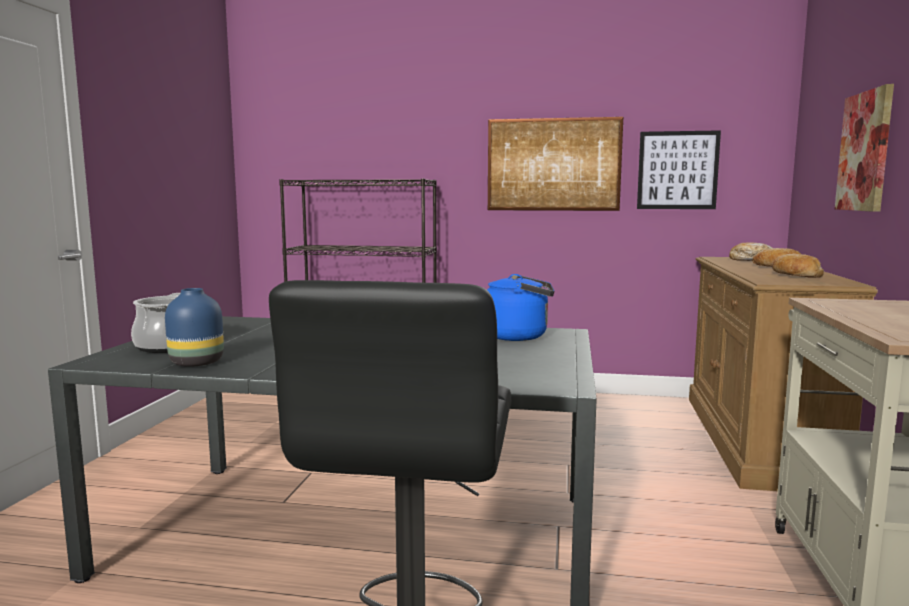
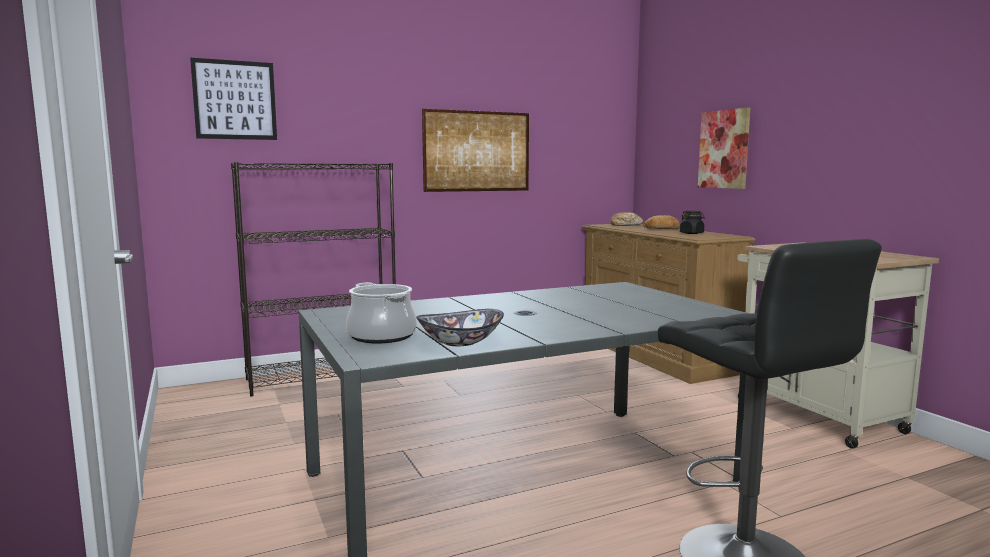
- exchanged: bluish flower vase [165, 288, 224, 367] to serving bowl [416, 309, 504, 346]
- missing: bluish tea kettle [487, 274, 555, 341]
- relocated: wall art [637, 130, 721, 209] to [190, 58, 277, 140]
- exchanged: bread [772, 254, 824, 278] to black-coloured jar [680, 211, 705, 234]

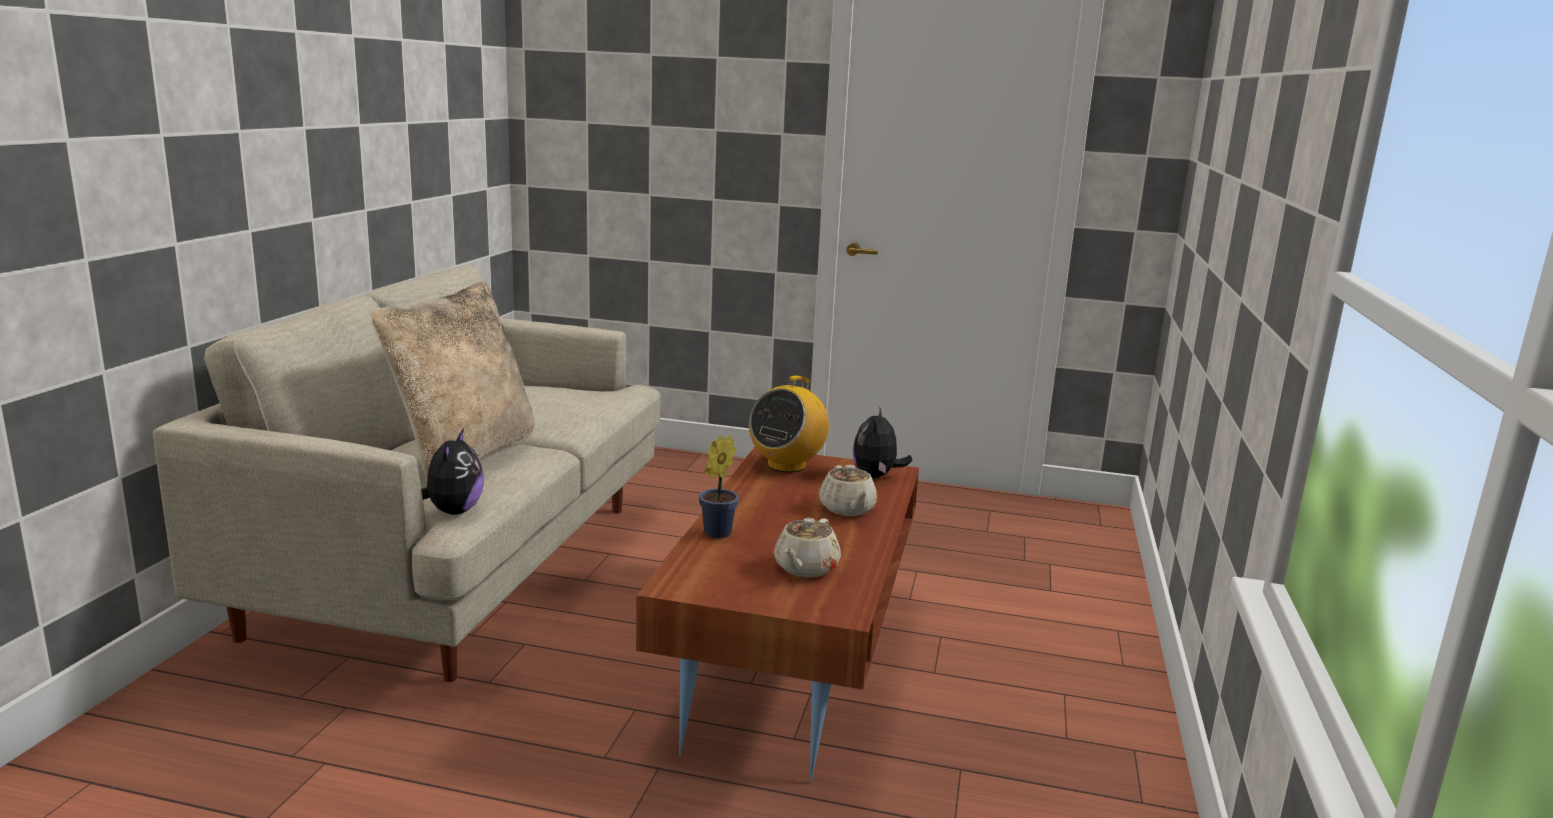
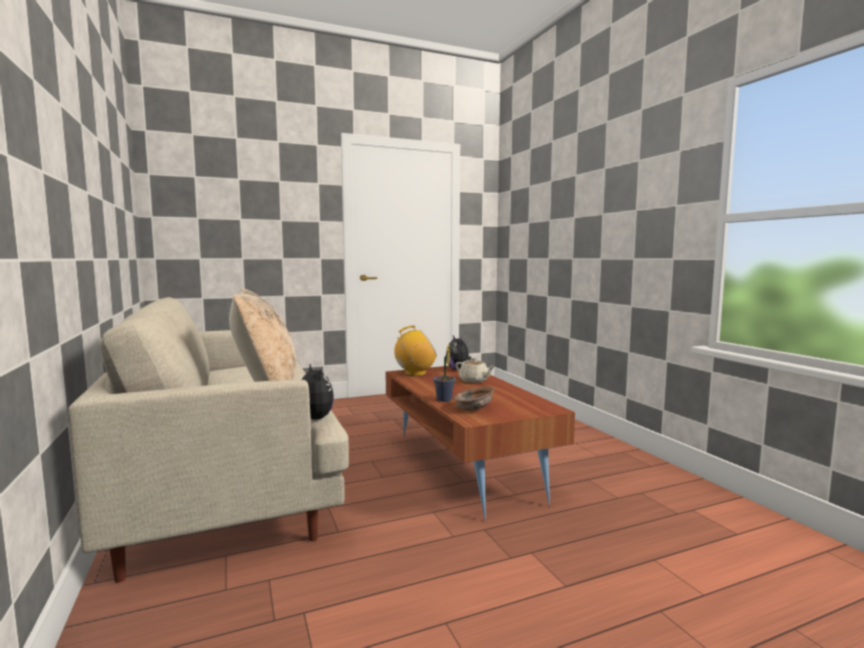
- spun: radio set [749, 375, 829, 473] = [394, 326, 437, 376] 105 degrees counterclockwise
- missing: beige-coloured pot for tea [774, 518, 841, 577]
- appeared: brown-coloured serving bowl [454, 386, 494, 411]

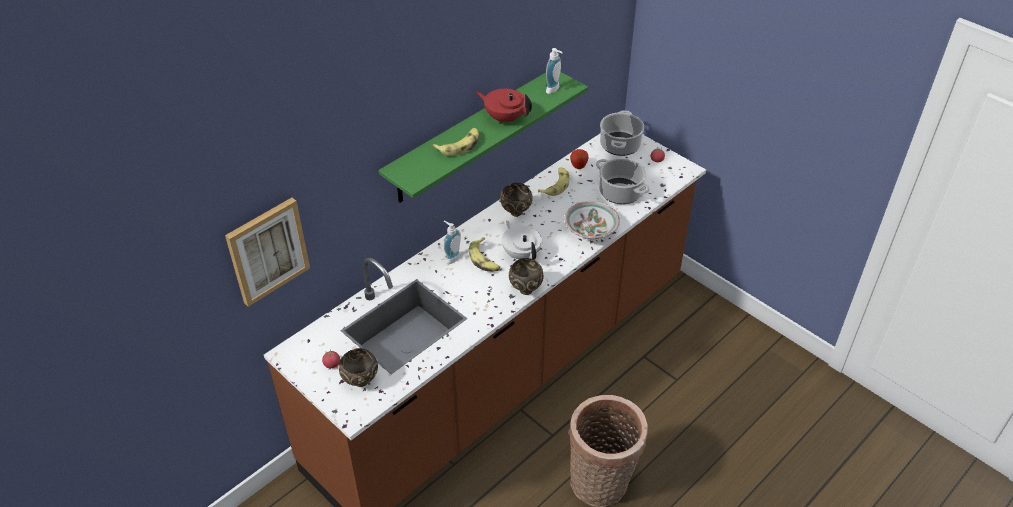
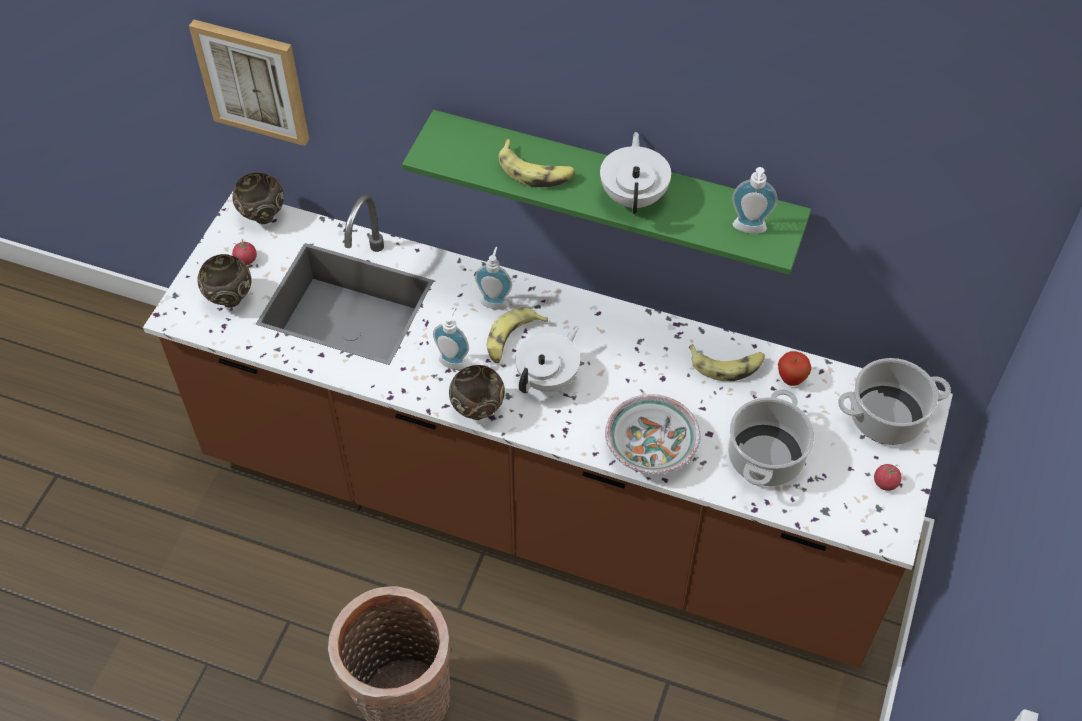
- colour: red pot for tea [476, 89, 532, 124] to white pot for tea [600, 132, 671, 214]
- relocated: brown-coloured serving bowl [500, 183, 533, 217] to [232, 173, 284, 224]
- appeared: liquid soap bottle [433, 307, 469, 370]

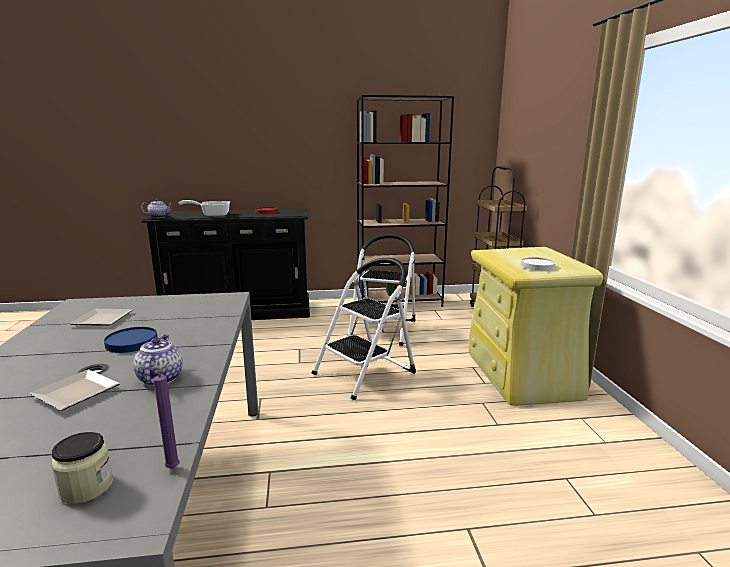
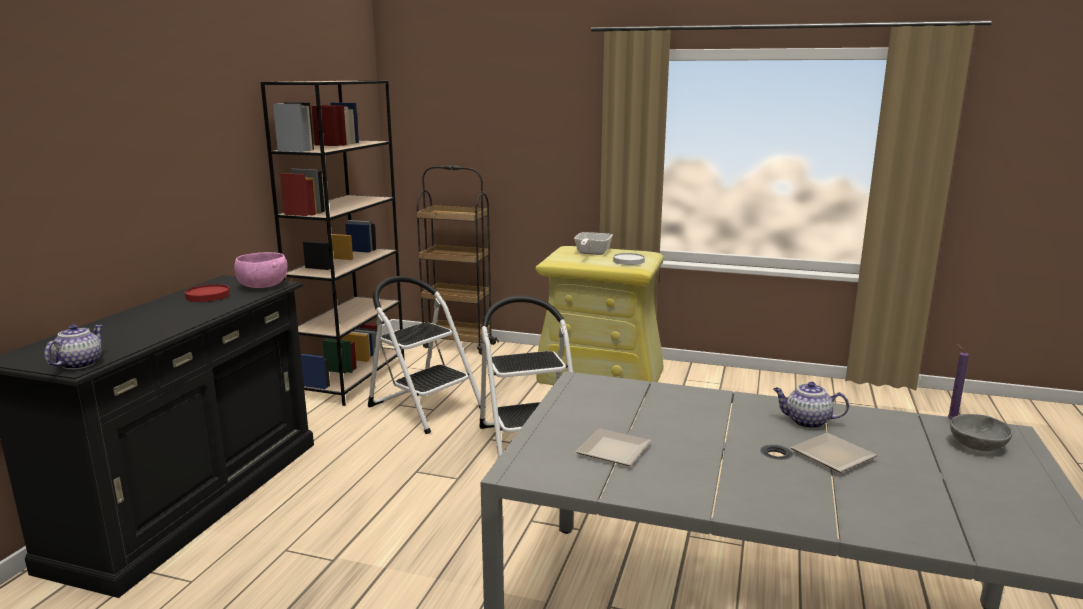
- exchanged: jar [51, 432, 113, 504] to grey serving bowl [950, 414, 1013, 451]
- missing: bluish plate [104, 327, 158, 353]
- relocated: frying pan [179, 200, 230, 217] to [574, 232, 613, 255]
- appeared: pink serving bowl [234, 252, 287, 288]

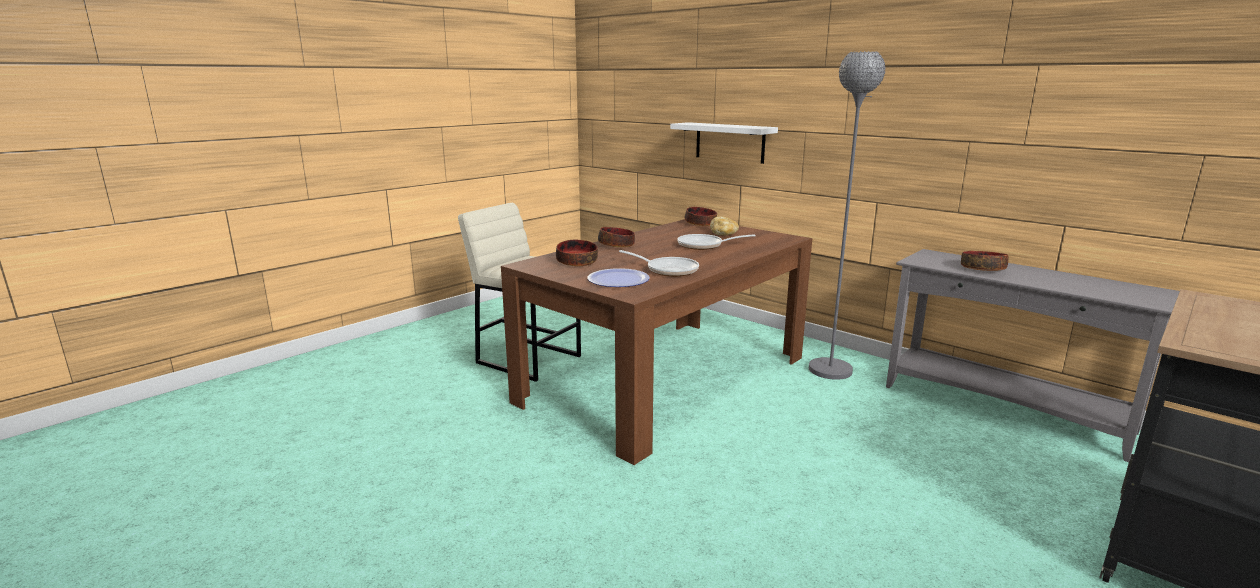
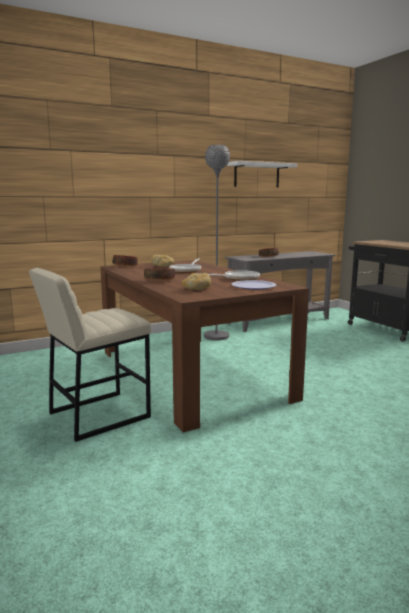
- exchanged: serving bowl [556, 239, 598, 266] to bread [182, 273, 211, 290]
- relocated: white shelf [670, 122, 778, 164] to [227, 161, 297, 187]

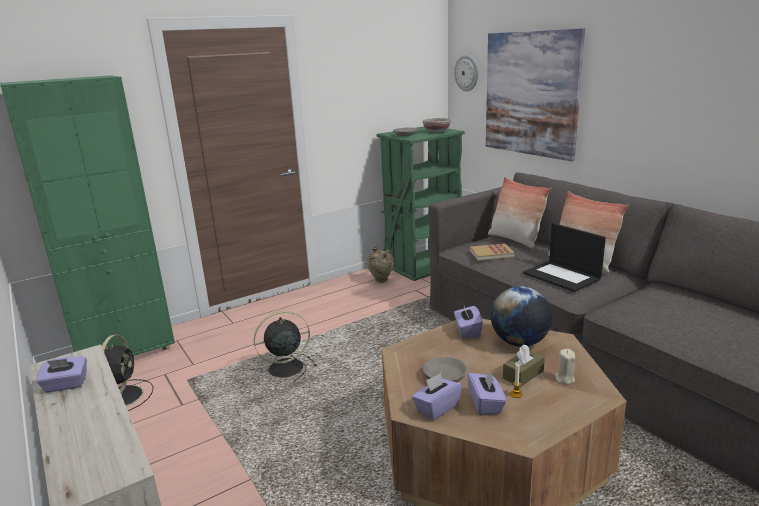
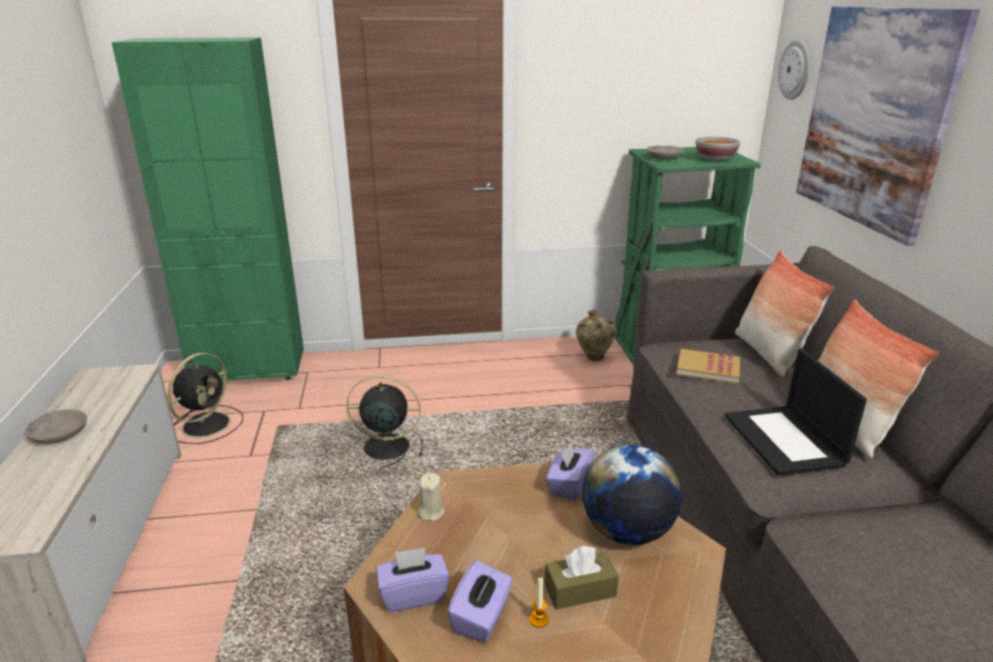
- missing: purple tissue holder [36, 356, 87, 393]
- relocated: grey serving bowl [423, 357, 467, 382] to [25, 409, 87, 444]
- relocated: beige-coloured wax candle [555, 349, 575, 384] to [418, 473, 444, 521]

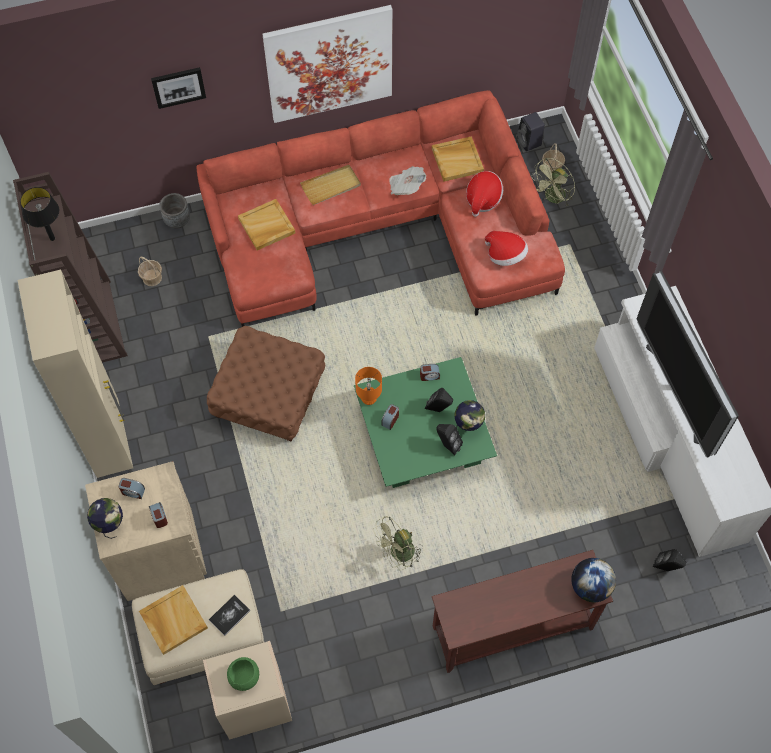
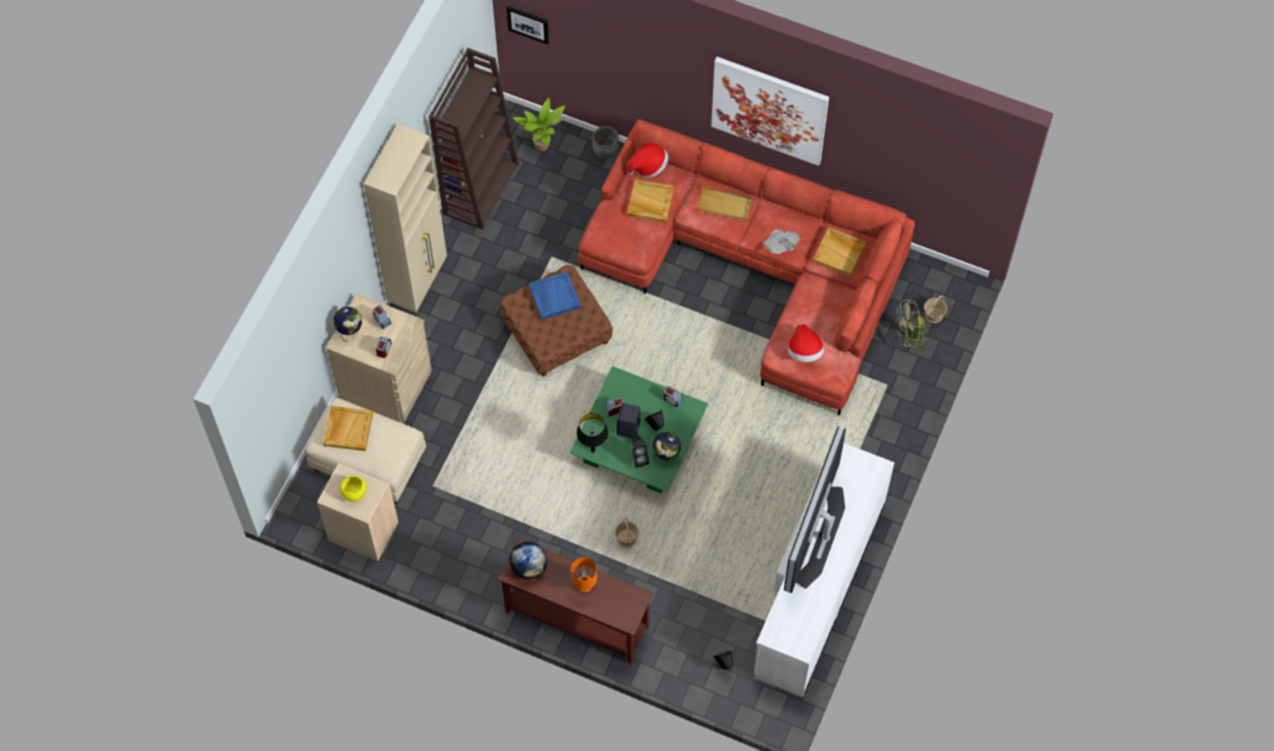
- relocated: black-coloured table lamp [20, 187, 59, 241] to [576, 413, 608, 453]
- relocated: basket [138, 256, 162, 286] to [615, 517, 639, 547]
- relocated: wall art [151, 67, 206, 109] to [506, 6, 549, 45]
- missing: volume [209, 595, 250, 636]
- colour: green serving bowl [227, 657, 259, 691] to yellow-coloured serving bowl [340, 475, 367, 502]
- relocated: orange table lamp [355, 367, 382, 405] to [571, 557, 597, 592]
- missing: green fan [373, 516, 423, 571]
- relocated: wearable hat [466, 171, 503, 217] to [627, 143, 668, 178]
- relocated: black-coloured speaker [517, 112, 545, 151] to [616, 403, 640, 438]
- relocated: globe [571, 558, 616, 602] to [509, 542, 547, 580]
- appeared: houseplant [513, 98, 565, 151]
- appeared: bluish serving tray [529, 272, 581, 320]

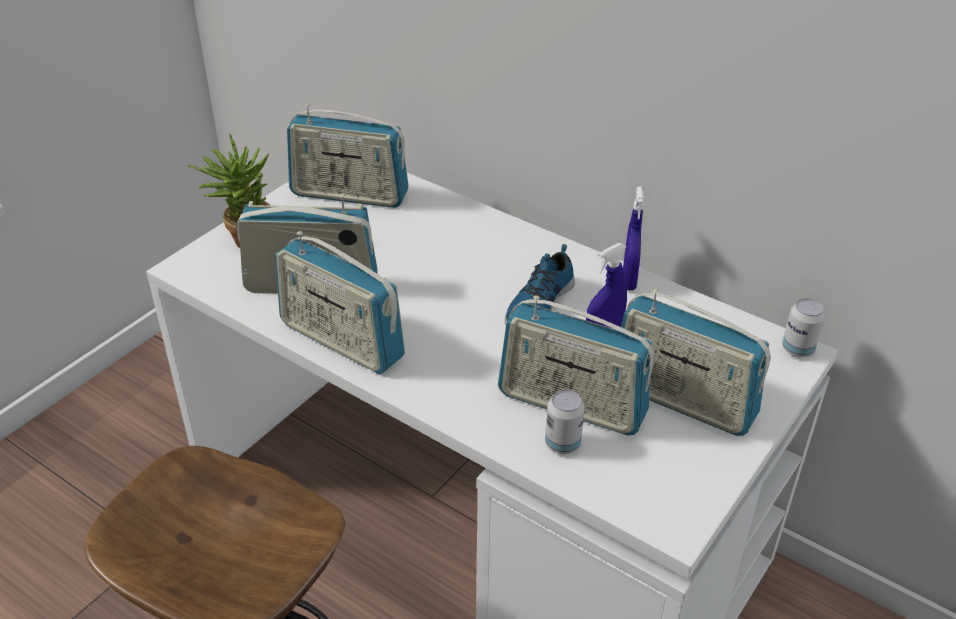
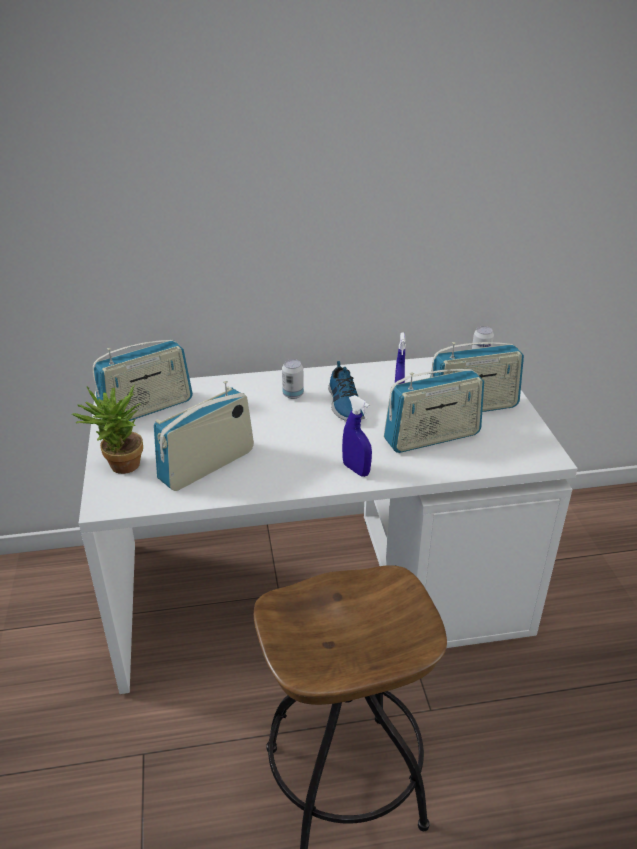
- missing: radio set [275, 231, 405, 374]
- relocated: sealed can [545, 389, 585, 454] to [282, 359, 304, 399]
- relocated: bluish hand sprayer [623, 187, 644, 290] to [342, 395, 372, 477]

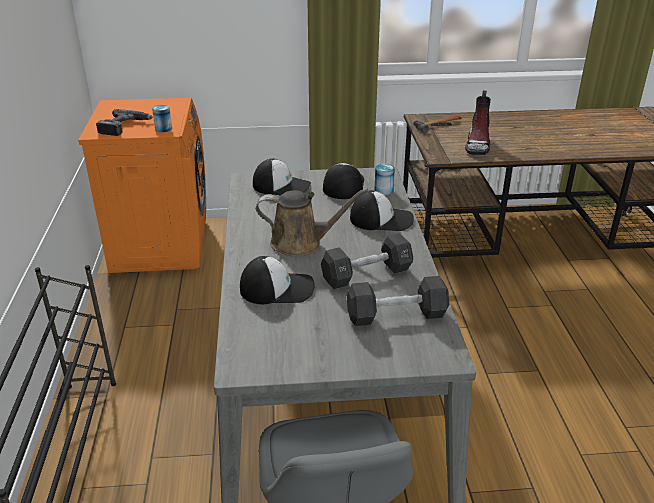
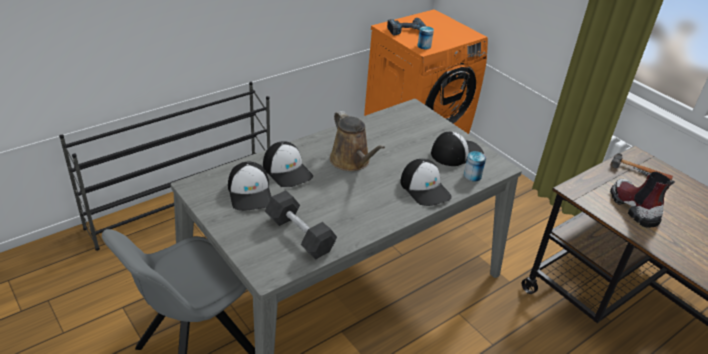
- relocated: cap [253, 158, 311, 195] to [228, 162, 271, 211]
- missing: black-coloured hand weight [321, 233, 413, 289]
- spun: tall boot [465, 90, 491, 155] = [610, 172, 675, 228] 90 degrees clockwise

